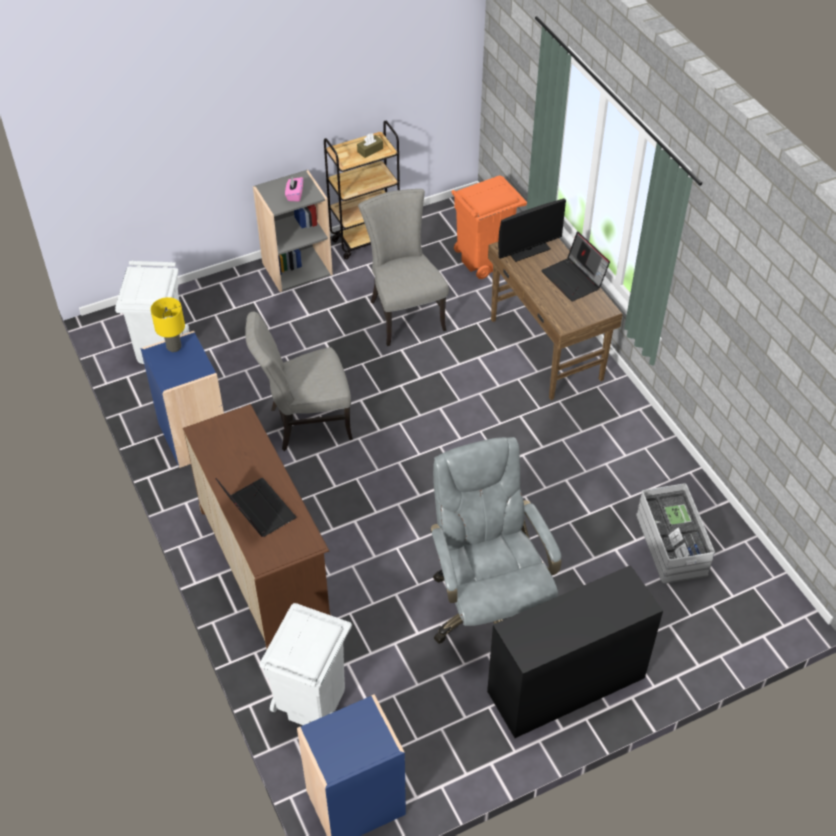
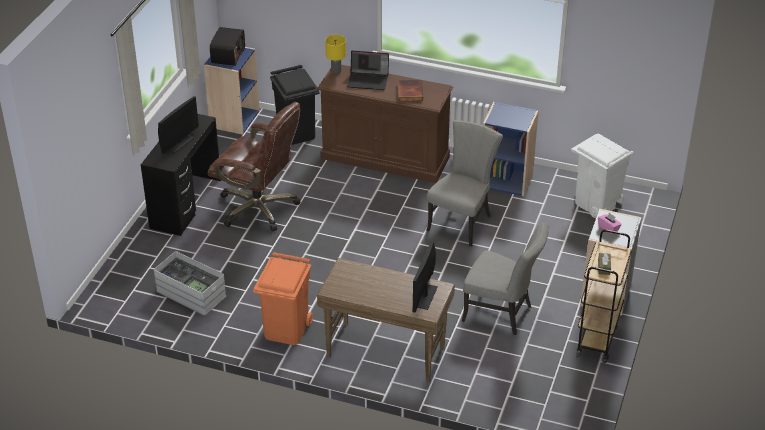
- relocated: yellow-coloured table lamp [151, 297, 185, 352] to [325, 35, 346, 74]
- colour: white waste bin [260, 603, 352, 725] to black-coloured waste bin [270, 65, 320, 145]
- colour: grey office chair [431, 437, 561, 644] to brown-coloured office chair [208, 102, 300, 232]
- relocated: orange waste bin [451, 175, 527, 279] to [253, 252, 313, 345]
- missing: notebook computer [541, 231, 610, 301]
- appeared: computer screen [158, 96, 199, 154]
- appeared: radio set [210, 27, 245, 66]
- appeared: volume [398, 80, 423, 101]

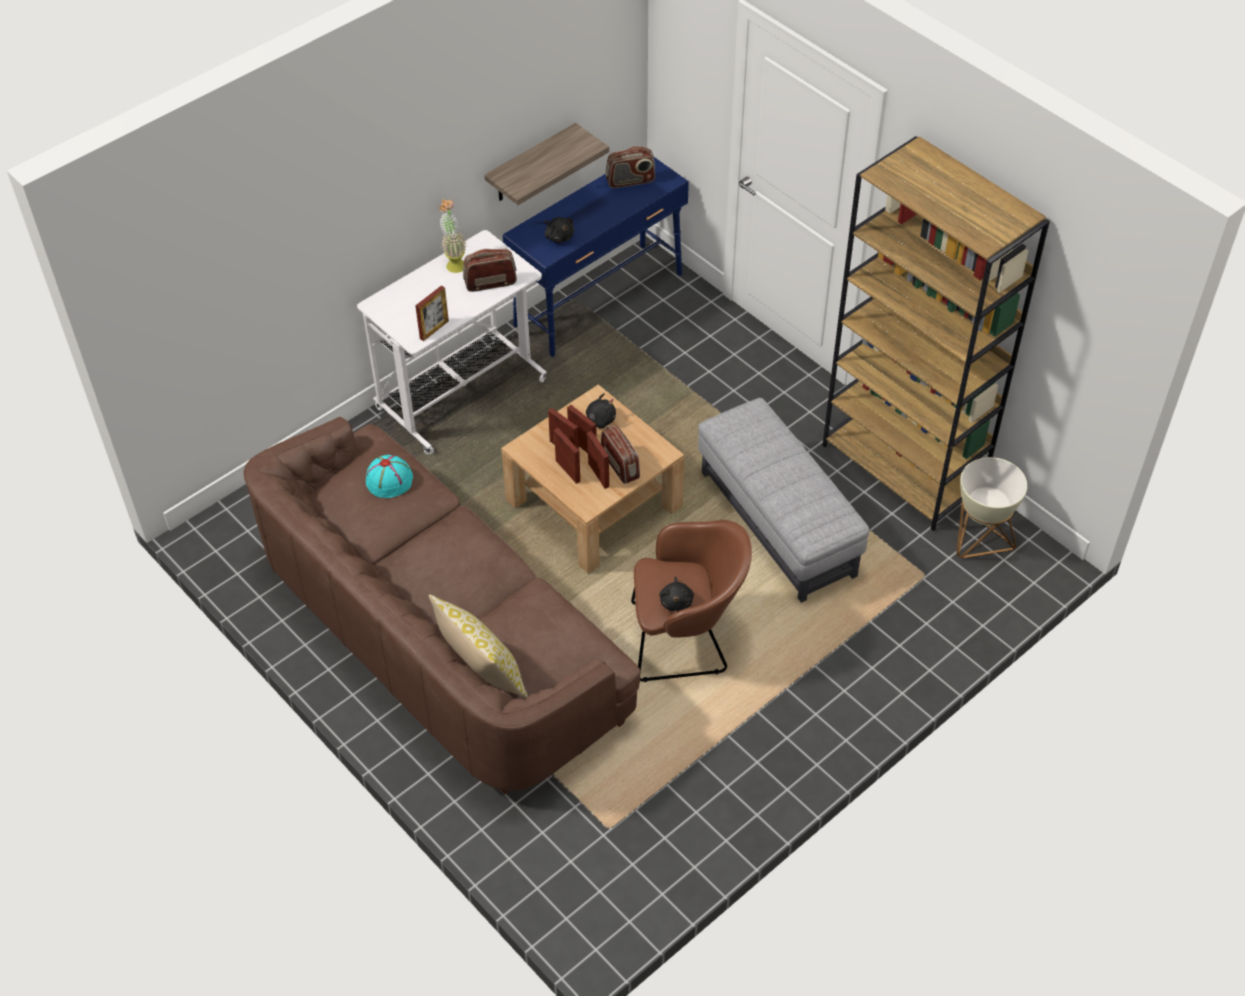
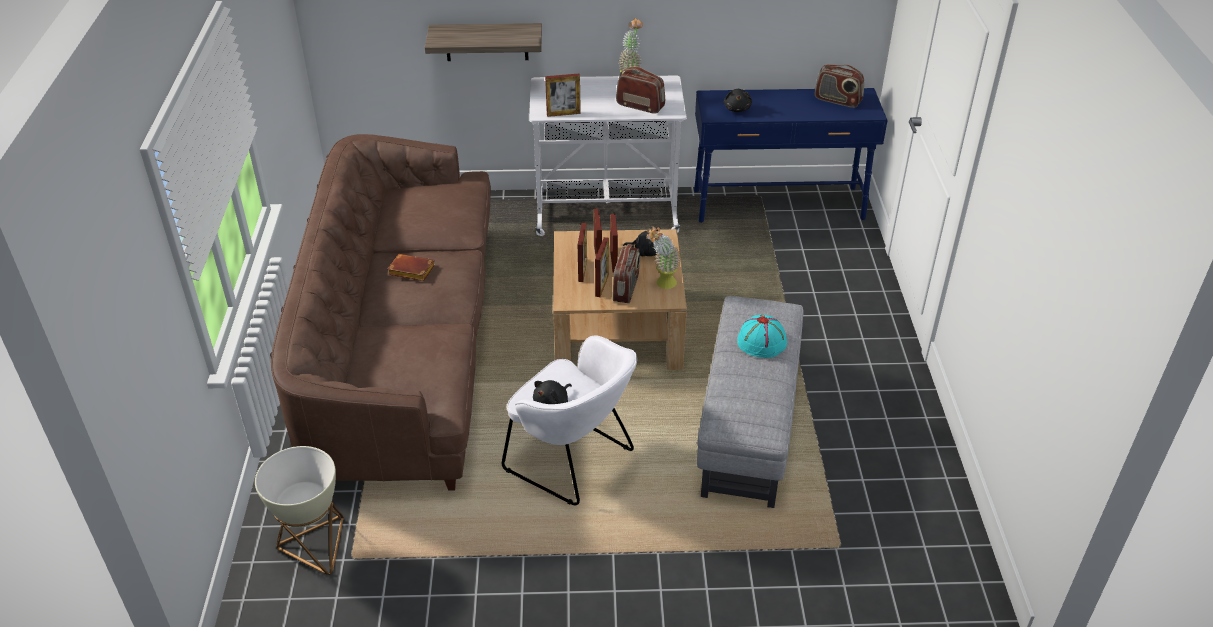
- relocated: turquoise-coloured wearable hat [366, 455, 413, 498] to [737, 315, 787, 358]
- missing: throw pillow [429, 595, 528, 698]
- relocated: shelf [484, 123, 609, 205] to [425, 23, 542, 61]
- colour: brown-coloured lounge chair [631, 520, 752, 682] to white lounge chair [502, 336, 637, 505]
- missing: brown-coloured bookcase [822, 136, 1050, 531]
- relocated: flower pot [956, 457, 1027, 558] to [255, 446, 344, 575]
- appeared: brown-coloured volume [387, 254, 435, 281]
- appeared: houseplant [647, 226, 680, 289]

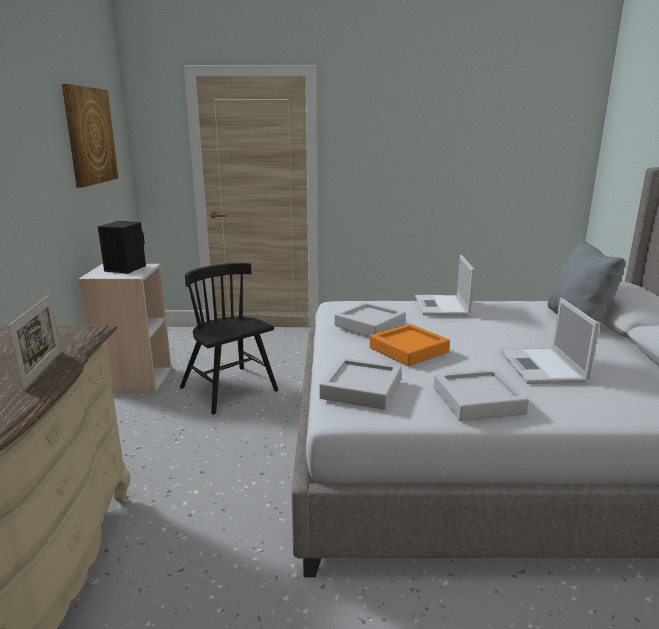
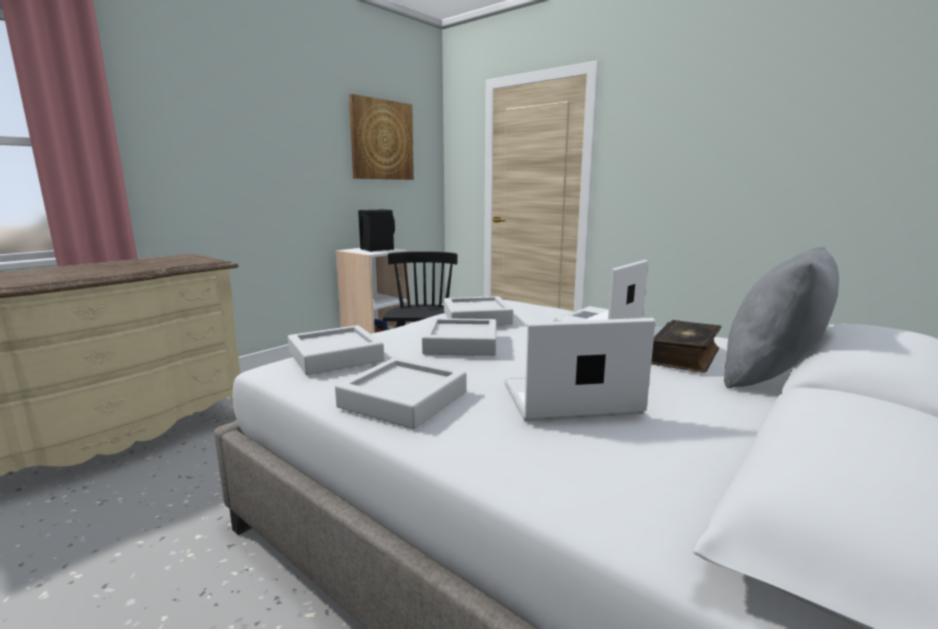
- missing: standing frame [8, 295, 61, 391]
- colour: orange serving tray [370, 324, 450, 366] to grey serving tray [422, 318, 497, 356]
- spun: notebook computer [500, 298, 600, 384] = [505, 318, 655, 421] 45 degrees clockwise
- appeared: volume [651, 320, 721, 373]

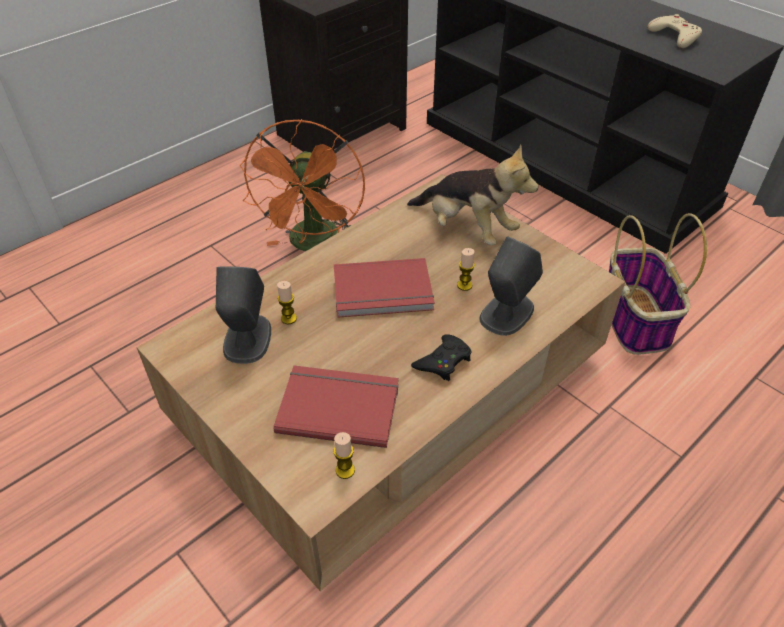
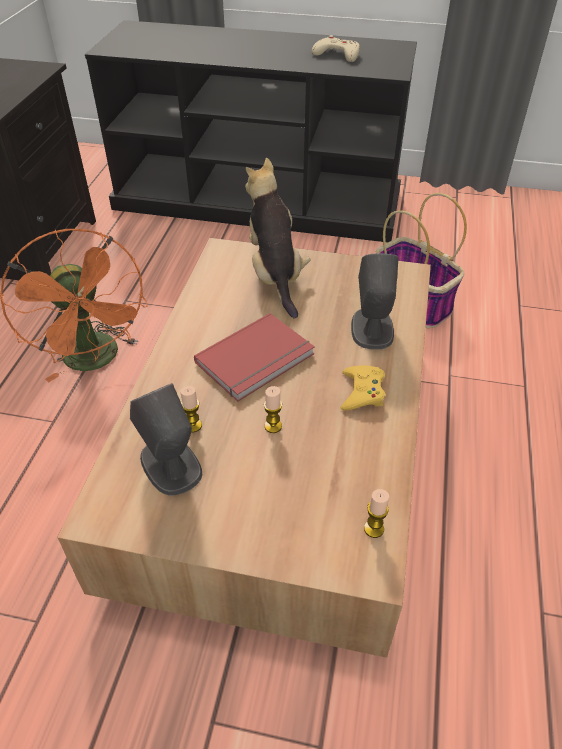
- missing: red volume [274, 366, 399, 448]
- spun: plush toy [407, 145, 538, 245] = [245, 158, 311, 319] 105 degrees counterclockwise
- colour: black-coloured gamepad [411, 334, 472, 381] to yellow-coloured gamepad [341, 366, 385, 411]
- relocated: wax candle [457, 248, 475, 291] to [264, 386, 282, 433]

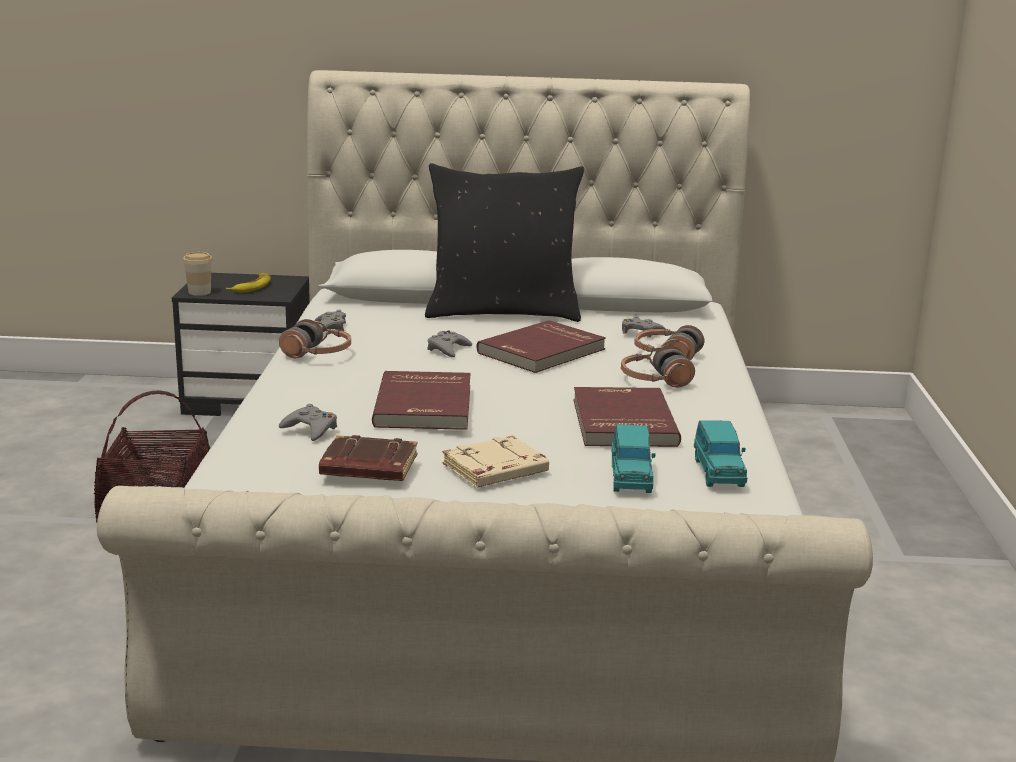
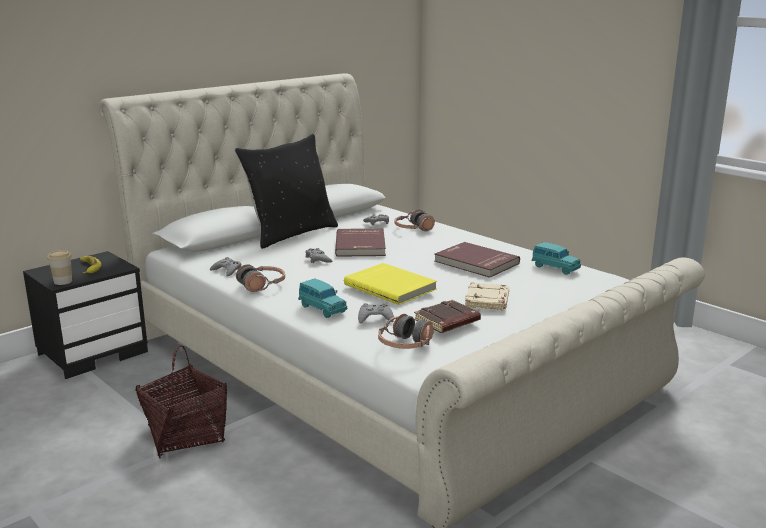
- colour: red volume [372, 371, 471, 430] to yellow-coloured volume [344, 263, 437, 305]
- relocated: turquoise-coloured model car [611, 424, 655, 493] to [298, 278, 347, 318]
- relocated: headset [621, 346, 695, 388] to [378, 314, 434, 349]

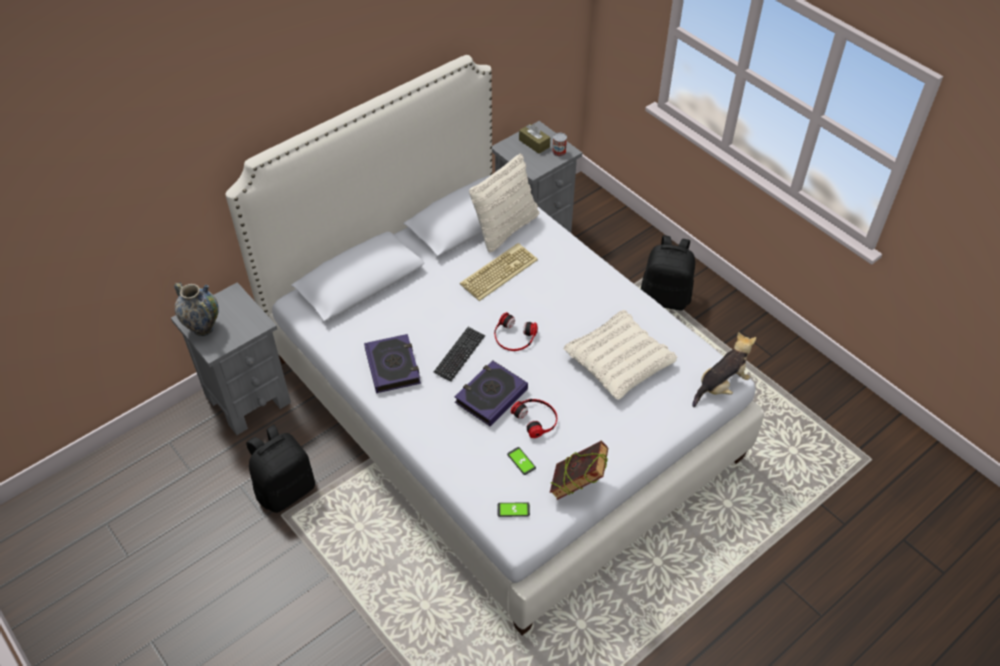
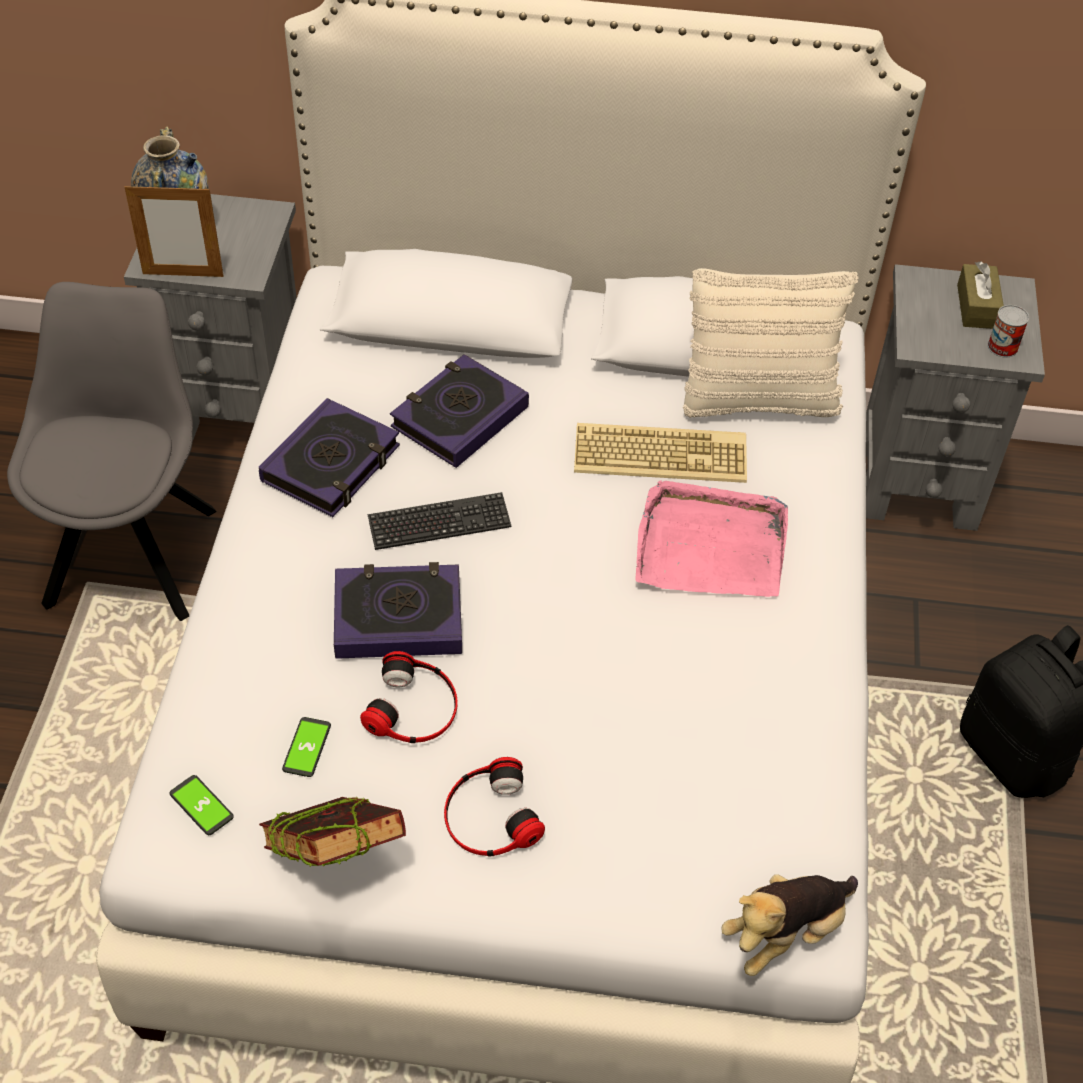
- exchanged: black-coloured backpack [246, 424, 315, 513] to grey upright chair [7, 282, 217, 621]
- relocated: headset [494, 312, 538, 351] to [444, 757, 545, 857]
- missing: beige-coloured throw pillow [563, 310, 677, 400]
- spun: plush toy [692, 332, 756, 407] = [721, 874, 858, 976] 135 degrees clockwise
- appeared: standing frame [125, 183, 224, 277]
- appeared: volume [390, 354, 529, 468]
- appeared: pink serving tray [635, 480, 788, 597]

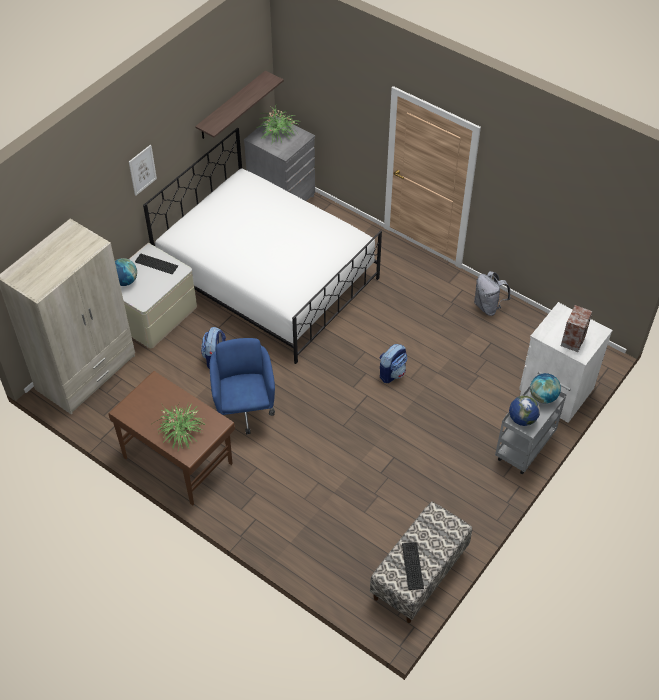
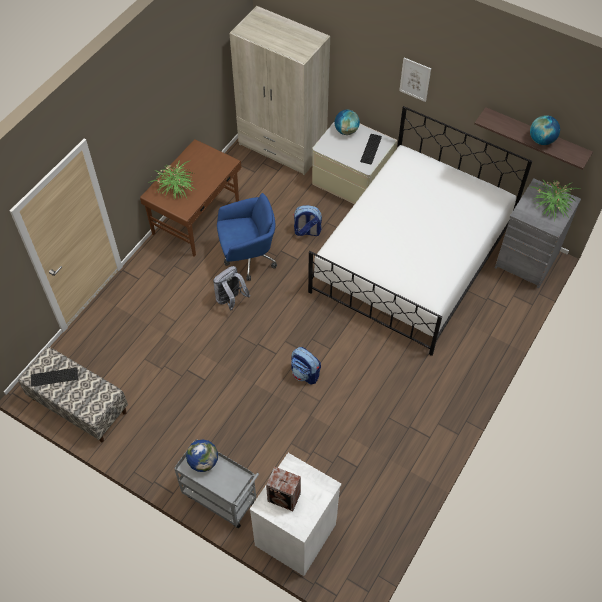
- relocated: grey backpack [474, 271, 510, 316] to [213, 266, 250, 310]
- relocated: globe [530, 373, 561, 404] to [530, 115, 560, 145]

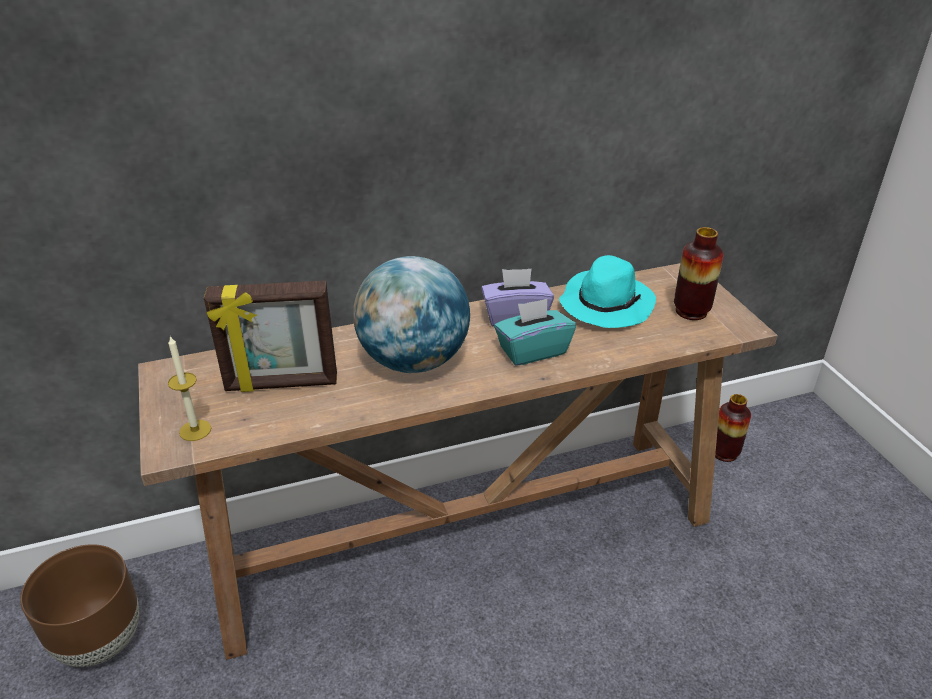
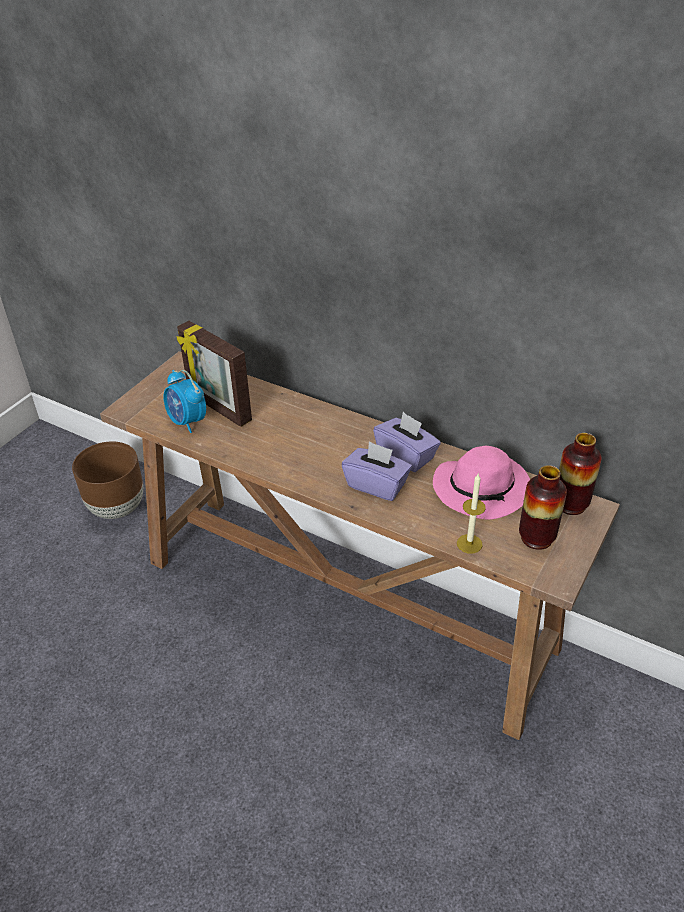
- relocated: wax candle [168, 336, 211, 441] to [457, 474, 486, 554]
- missing: globe [353, 256, 470, 373]
- colour: turquoise-coloured tissue holder [494, 299, 576, 366] to purple tissue holder [342, 441, 412, 501]
- colour: turquoise-coloured wearable hat [559, 255, 656, 328] to pink wearable hat [433, 446, 530, 520]
- relocated: flower vase [715, 394, 751, 462] to [559, 433, 602, 515]
- appeared: alarm clock [163, 370, 206, 433]

